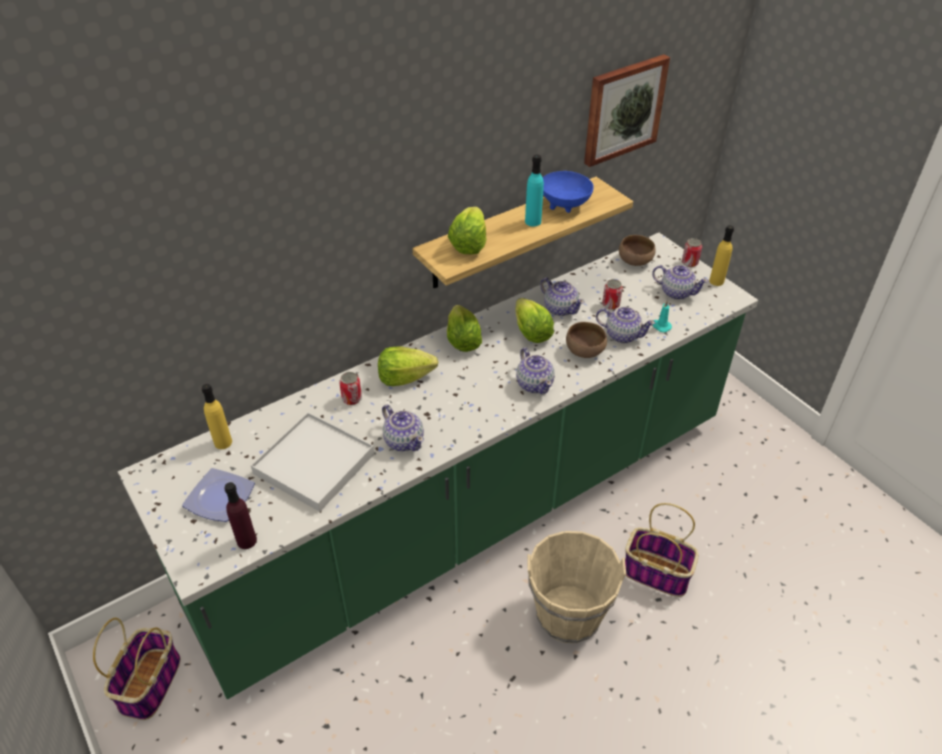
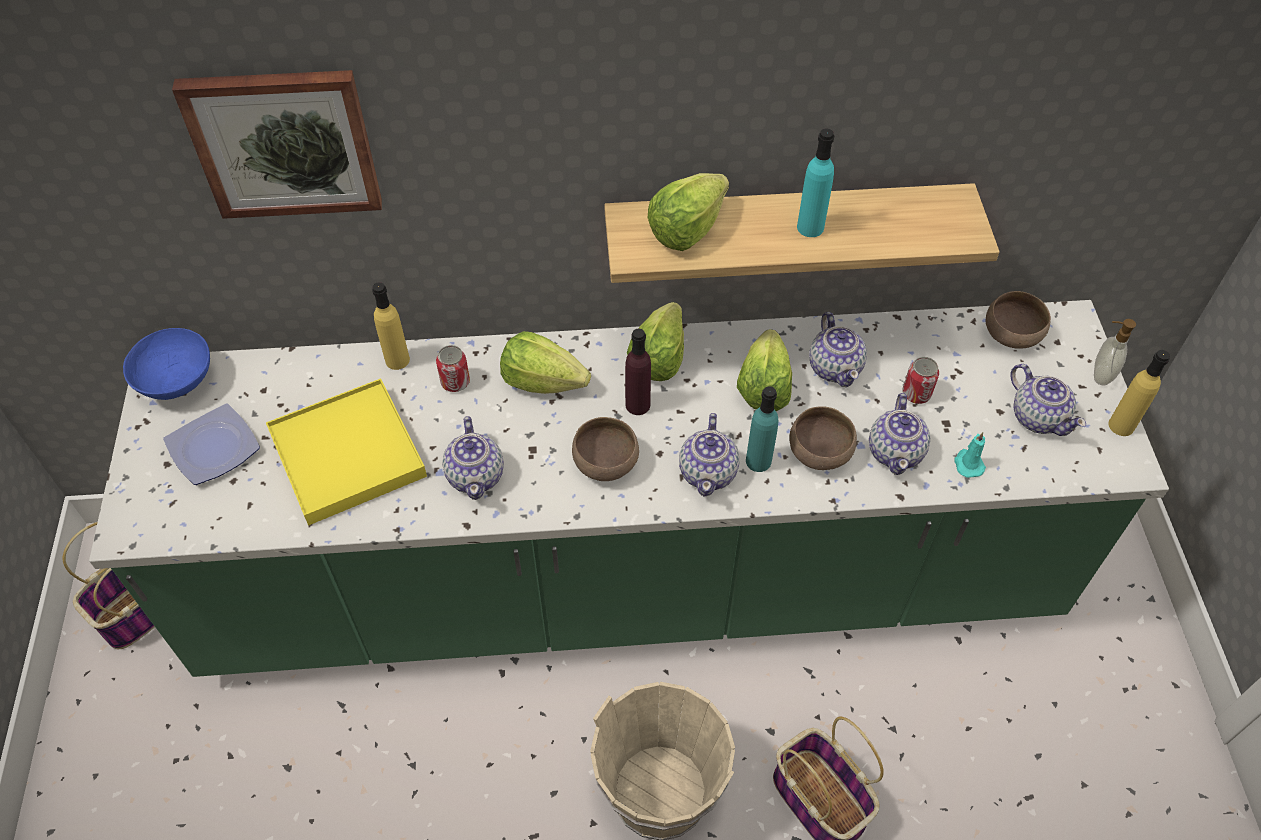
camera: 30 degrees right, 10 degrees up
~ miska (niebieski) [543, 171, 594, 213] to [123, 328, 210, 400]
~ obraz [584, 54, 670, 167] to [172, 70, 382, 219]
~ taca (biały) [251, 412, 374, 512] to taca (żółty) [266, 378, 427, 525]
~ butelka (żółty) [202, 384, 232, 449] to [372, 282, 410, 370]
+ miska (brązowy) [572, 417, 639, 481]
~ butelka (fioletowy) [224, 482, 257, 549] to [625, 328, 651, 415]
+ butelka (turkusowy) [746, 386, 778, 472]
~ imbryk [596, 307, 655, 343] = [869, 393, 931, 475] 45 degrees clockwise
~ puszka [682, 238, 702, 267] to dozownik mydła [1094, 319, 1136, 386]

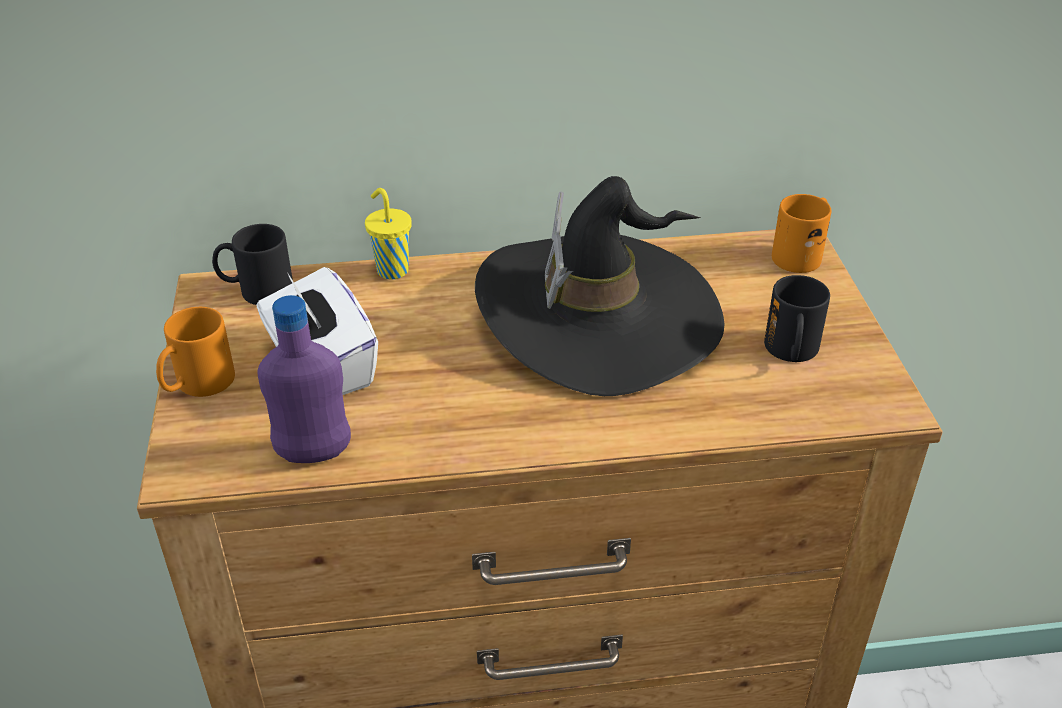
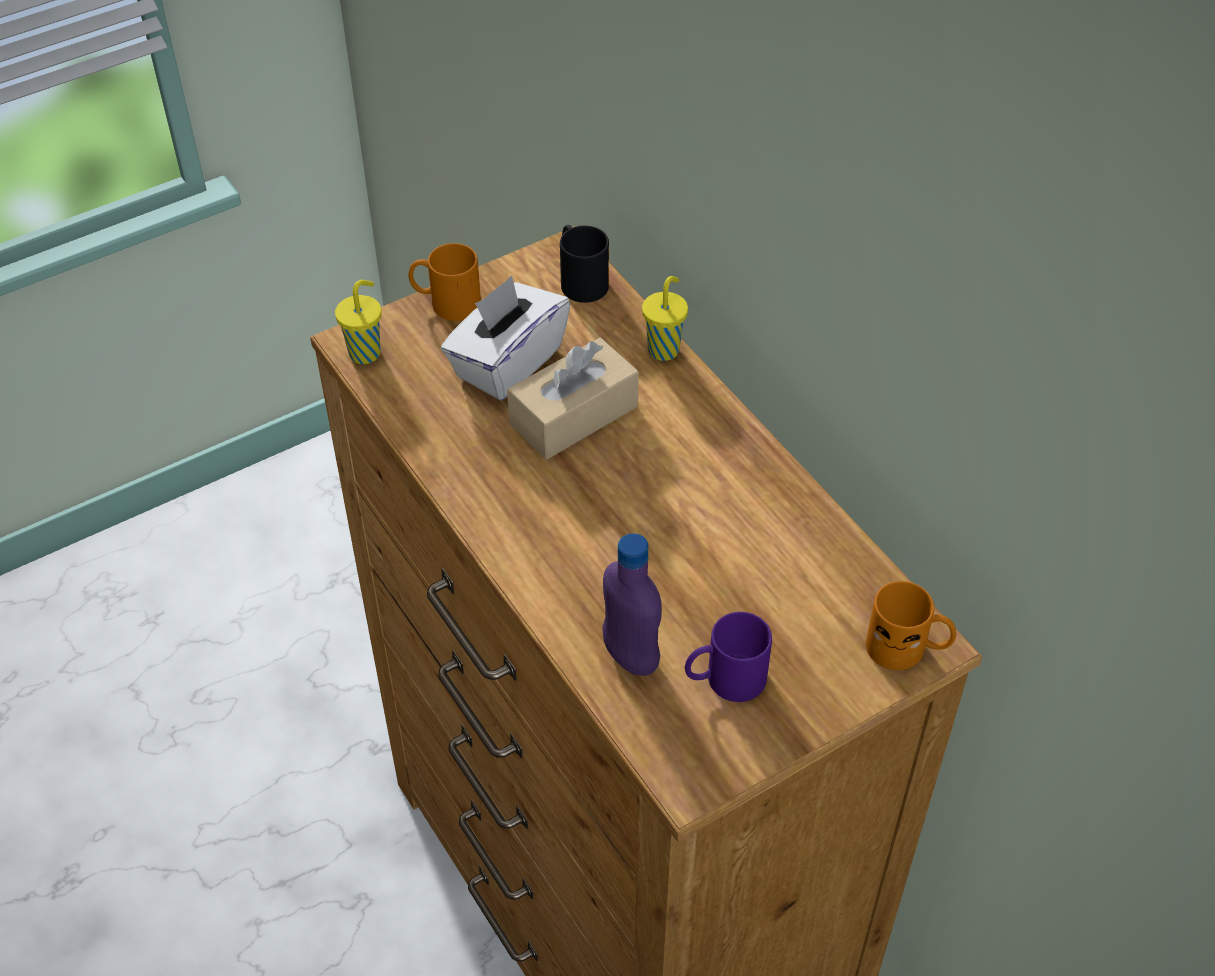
camera: 65 degrees right, 10 degrees up
+ filiżanka (żółty) [335, 280, 382, 364]
+ pudełko chusteczek (beżowy) [507, 338, 639, 460]
~ butelka (fioletowy) [257, 295, 351, 463] to [603, 533, 662, 676]
~ kubek (czarny) [764, 275, 830, 362] to kubek (fioletowy) [685, 612, 772, 702]
- kapelusz (czarny) [475, 176, 724, 396]

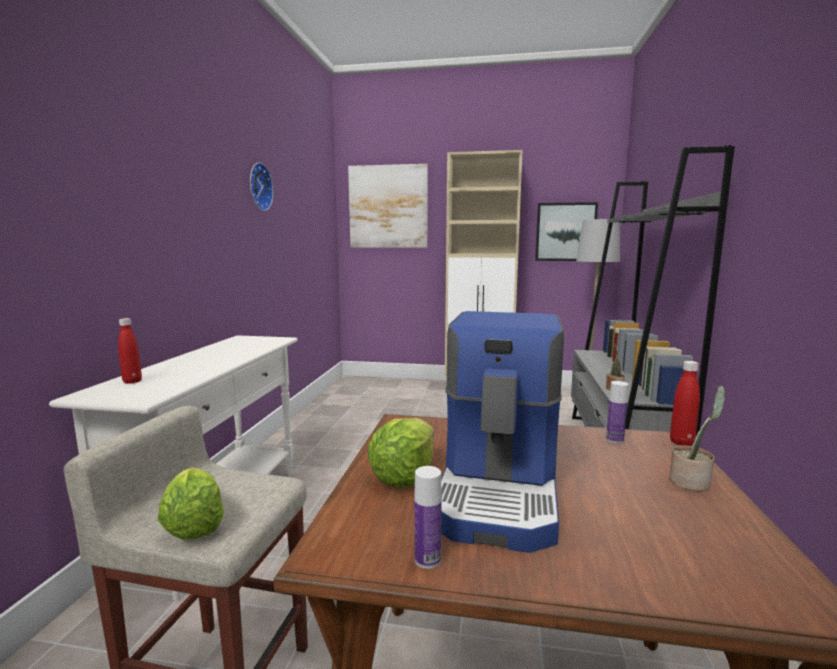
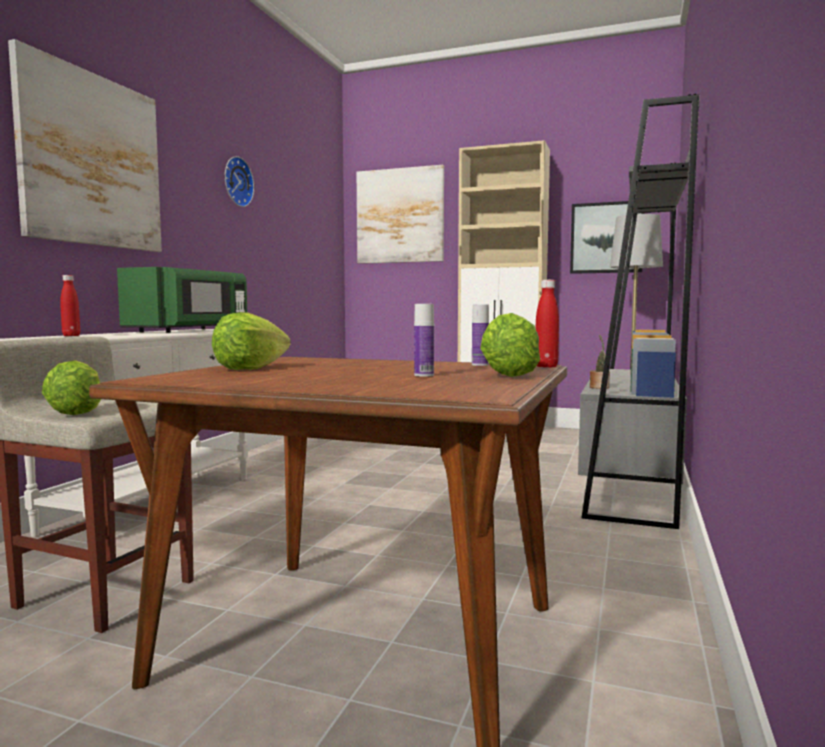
camera: 10 degrees right, 5 degrees down
+ obraz [8, 39, 162, 252]
+ mikrofalówka (zielony) [117, 267, 247, 333]
~ butelka [414, 466, 442, 569] to [414, 304, 434, 377]
~ roślina doniczkowa [669, 385, 725, 491] to sałata [480, 313, 540, 377]
- ekspres do kawy [441, 311, 564, 553]

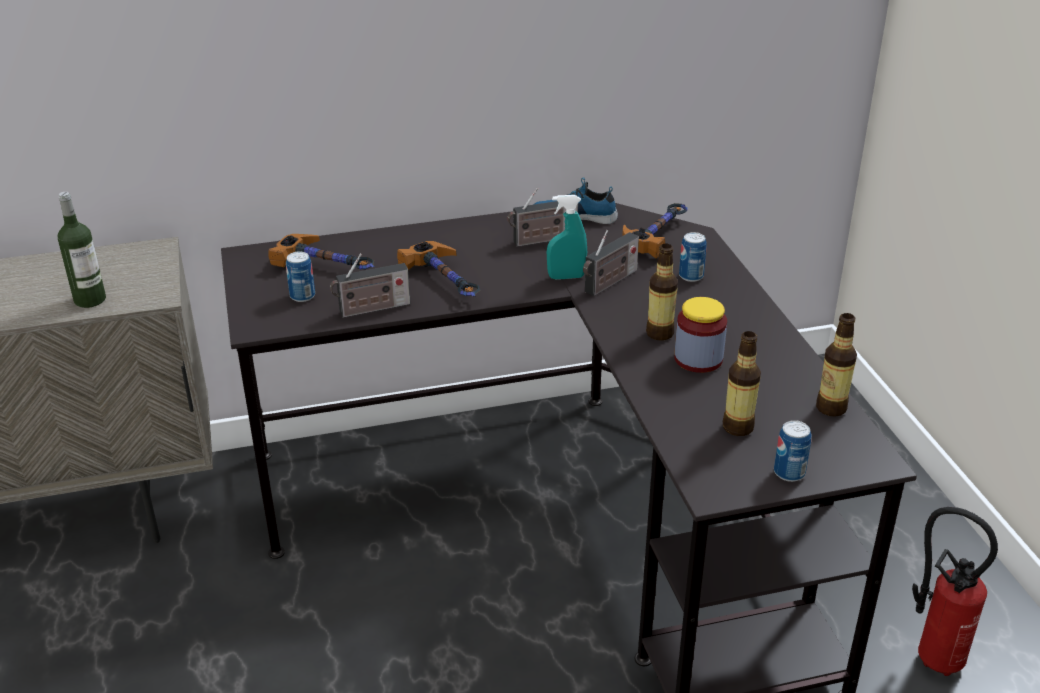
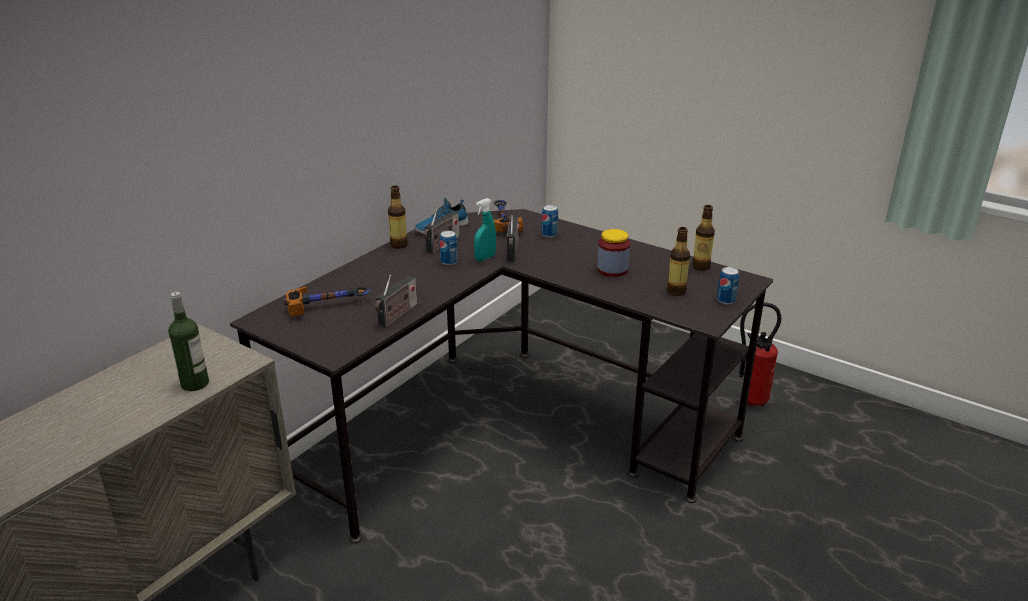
camera: 40 degrees left, 5 degrees down
~ butelka [646, 244, 678, 341] to [388, 186, 408, 249]
~ puszka [286, 251, 315, 302] to [440, 231, 458, 265]
- młotek [397, 241, 480, 297]

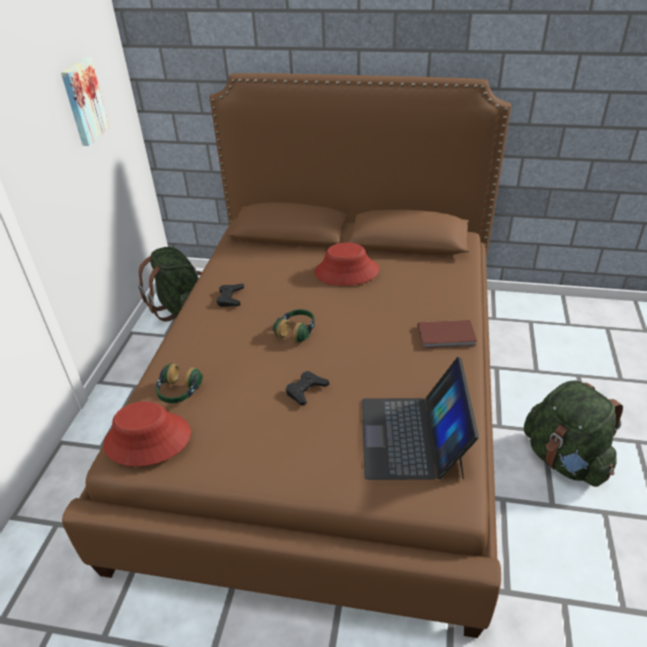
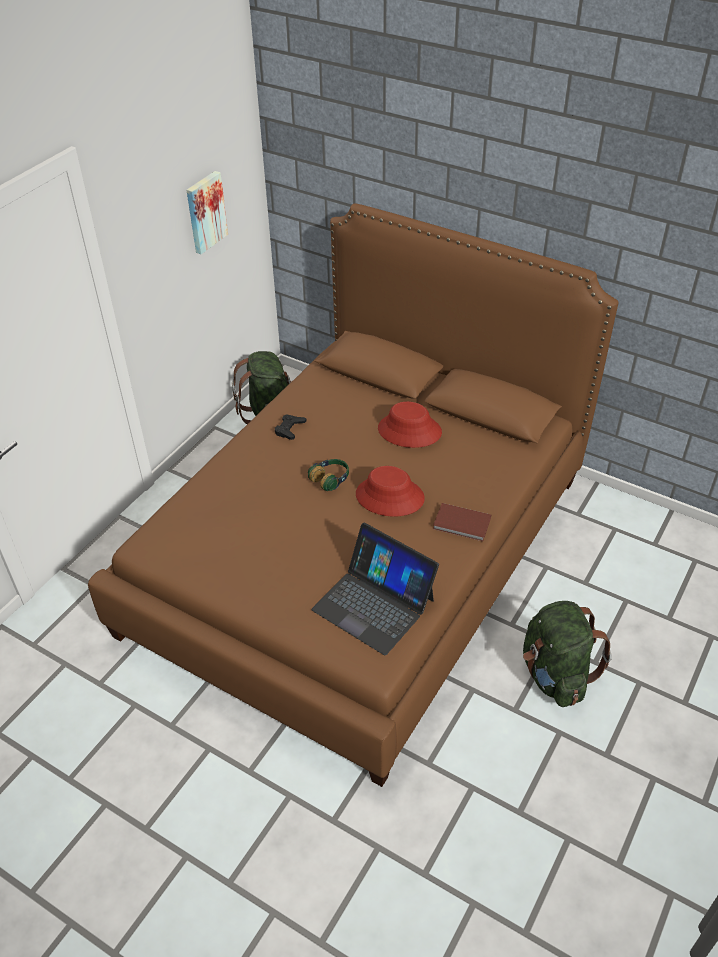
camera: 20 degrees right, 5 degrees up
~ laptop [362, 357, 479, 480] = [312, 523, 439, 655] 75 degrees counterclockwise
~ kapelusz (czerwony) [103, 401, 191, 466] to [356, 466, 425, 517]
- słuchawki [156, 363, 203, 403]
- pad do gier (czarny) [286, 371, 329, 406]

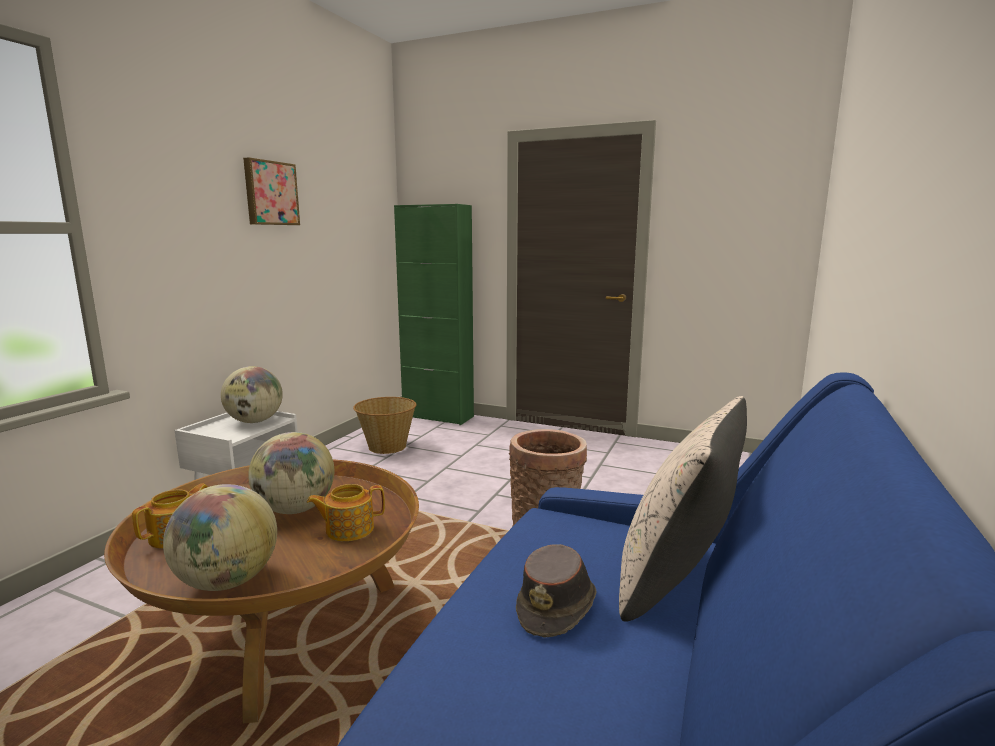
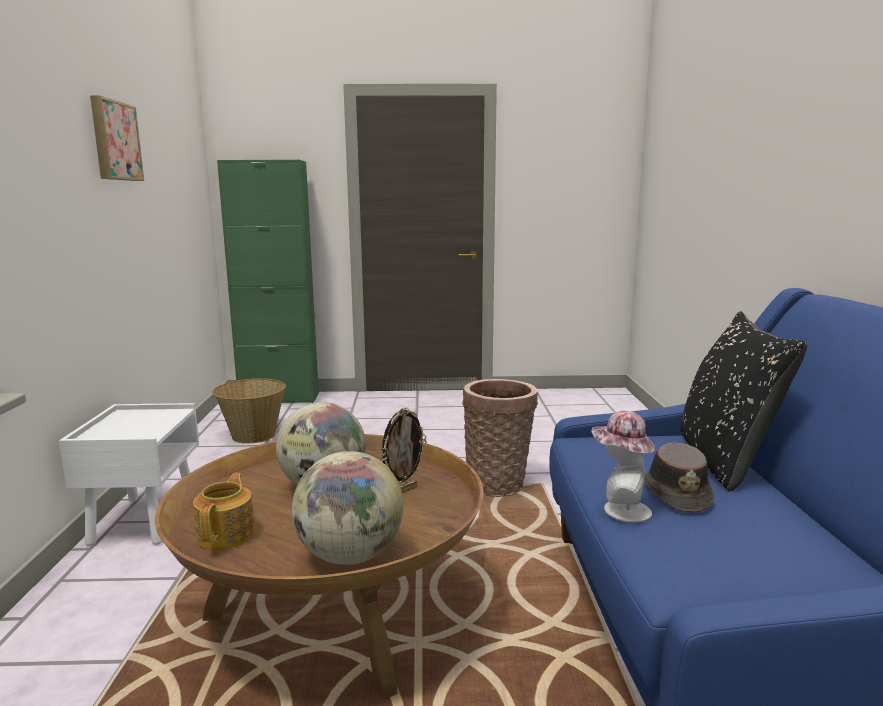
camera: 25 degrees left, 0 degrees up
~ imbryk [307, 484, 385, 541] to ramka na zdjęcie [381, 407, 427, 493]
+ kapelusz [592, 410, 655, 523]
~ poduszka (beżowy) [619, 396, 747, 621] to poduszka (czarny) [681, 311, 807, 492]
- globus [221, 366, 283, 423]

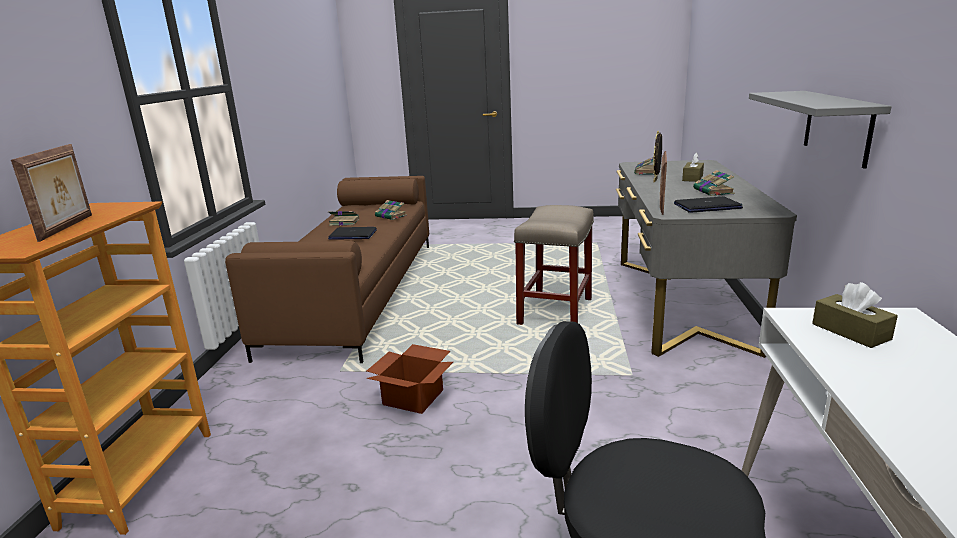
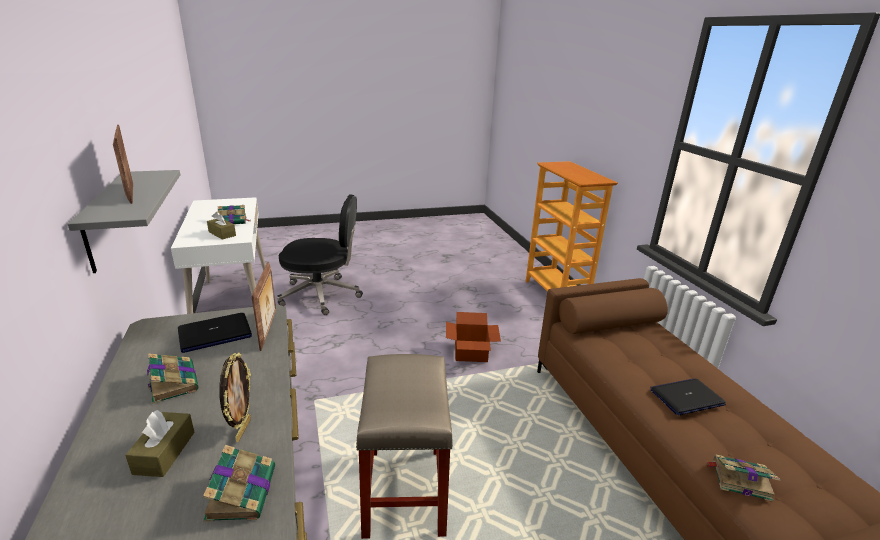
camera: 155 degrees right, 5 degrees up
~ ramka na zdjęcie [11, 144, 92, 242] to [113, 125, 133, 204]
~ książka [328, 211, 359, 226] to [218, 205, 249, 224]

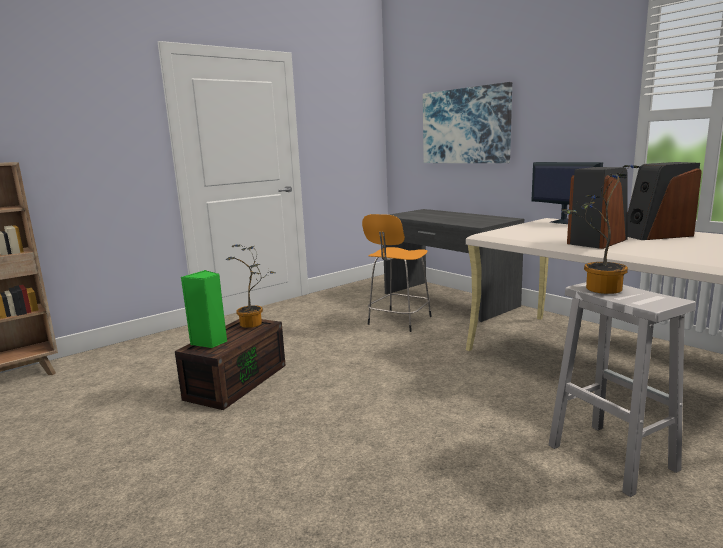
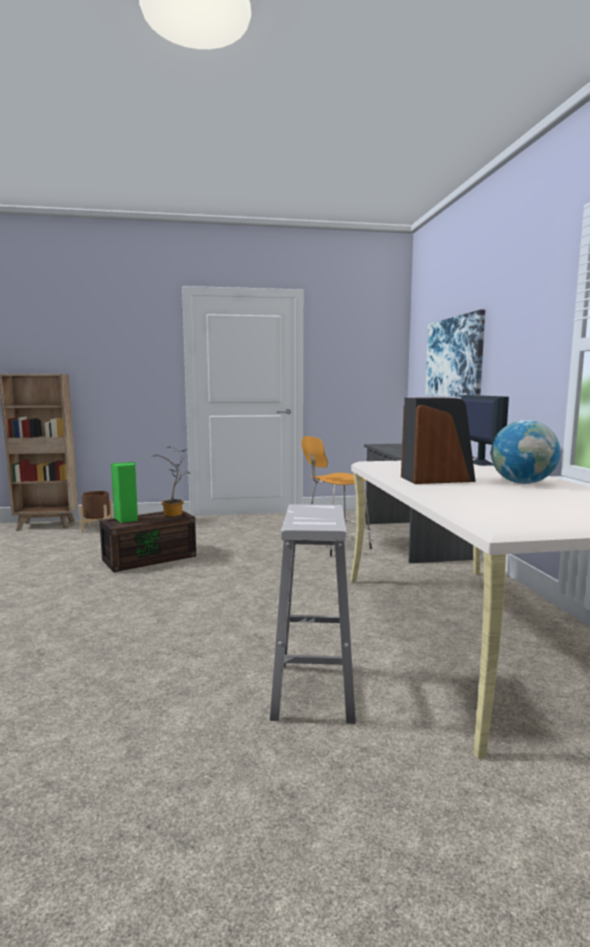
camera: 30 degrees right, 5 degrees down
+ donica (brązowy) [79, 491, 113, 533]
~ głośnik [628, 162, 702, 240] to globus [491, 420, 561, 484]
- roślina doniczkowa [561, 165, 640, 294]

